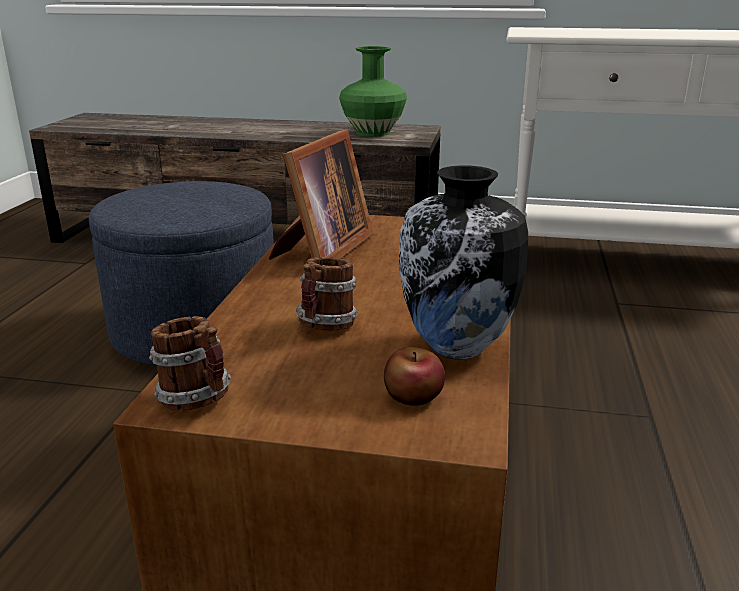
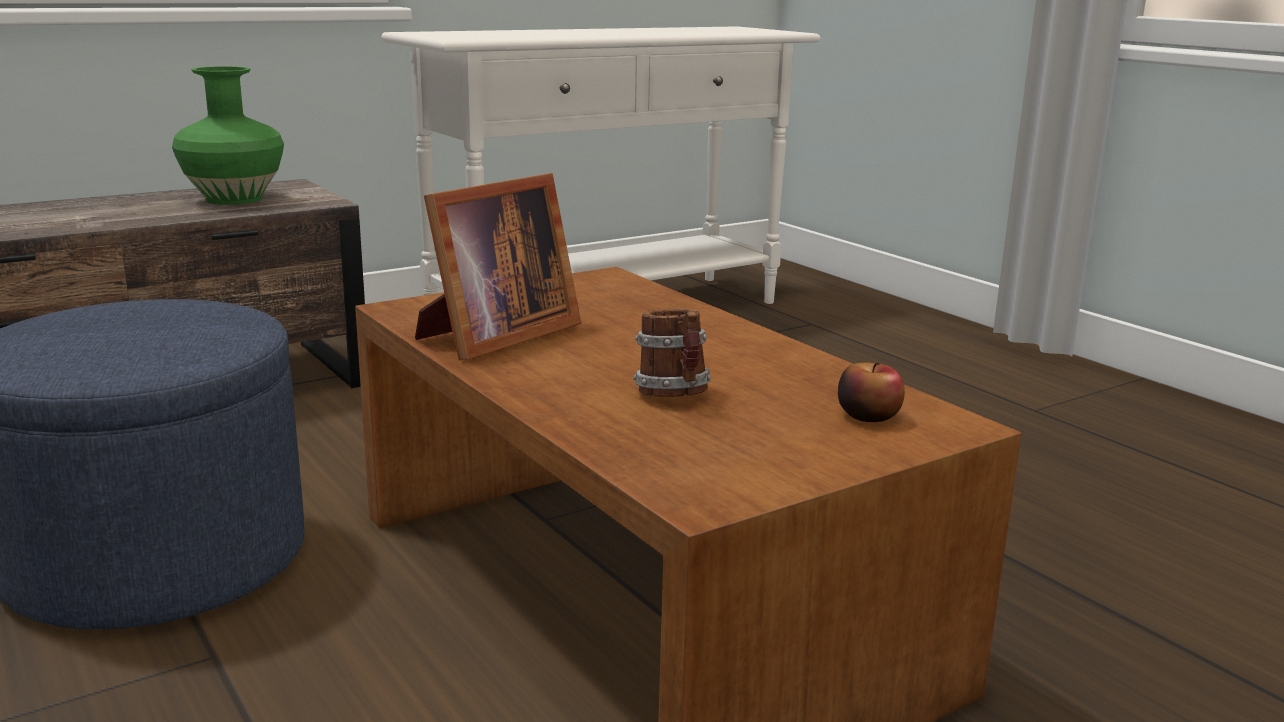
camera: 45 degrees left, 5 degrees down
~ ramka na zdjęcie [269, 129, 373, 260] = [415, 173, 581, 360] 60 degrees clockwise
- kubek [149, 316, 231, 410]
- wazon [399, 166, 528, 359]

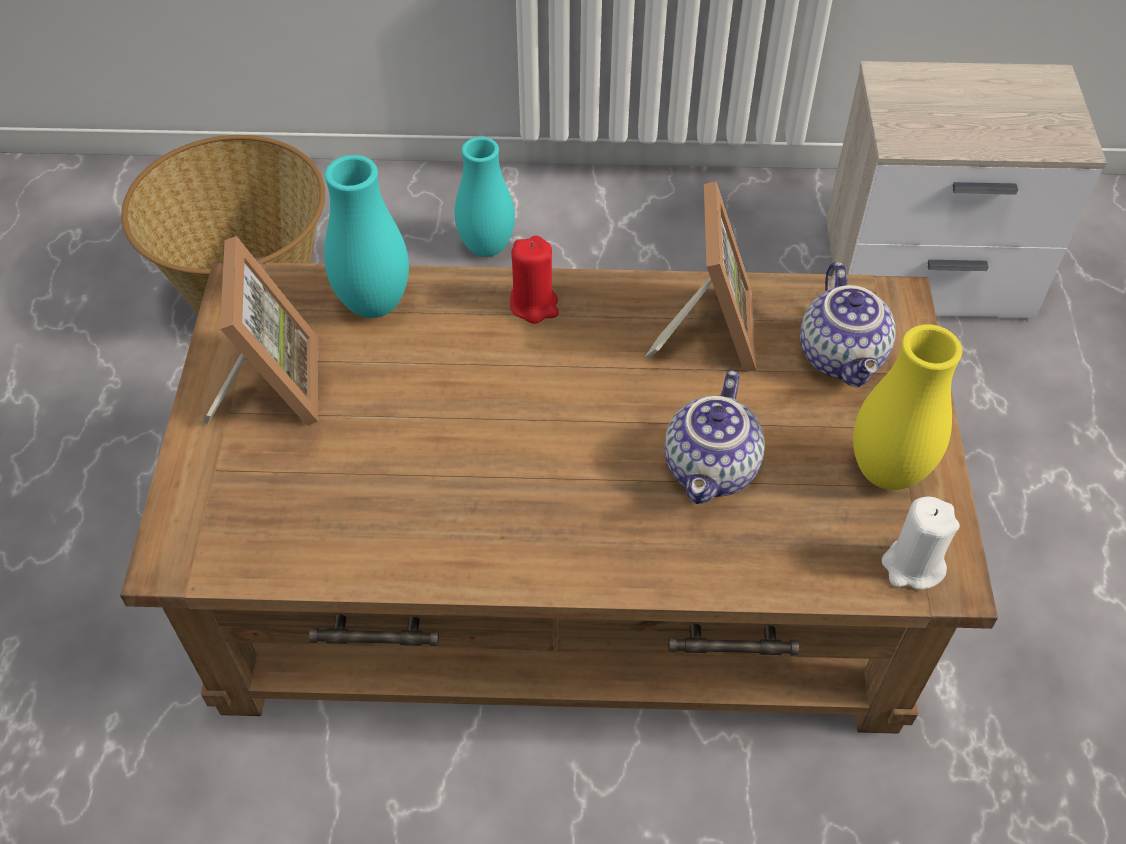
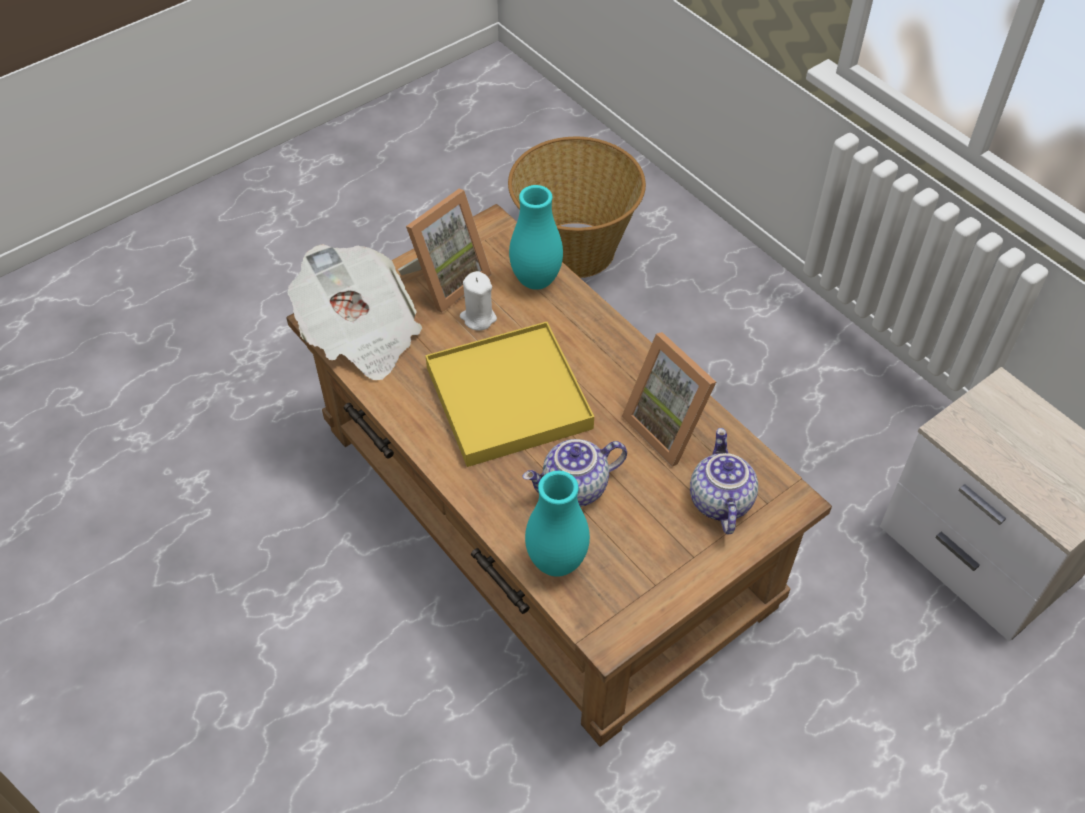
camera: 50 degrees right, 0 degrees up
+ gazeta [288, 244, 422, 380]
+ taca (żółty) [425, 322, 594, 467]
~ świeca (biały) [882, 497, 960, 590] to [460, 271, 497, 331]
~ wazon (turkusowy) [455, 137, 515, 257] to [525, 471, 590, 577]
~ ramka na zdjęcie [645, 181, 756, 372] = [622, 332, 716, 467] 90 degrees clockwise
~ imbryk [800, 262, 896, 387] = [690, 428, 758, 535] 135 degrees clockwise
- świeca (czerwony) [510, 236, 559, 324]
- wazon (żółty) [853, 324, 962, 490]

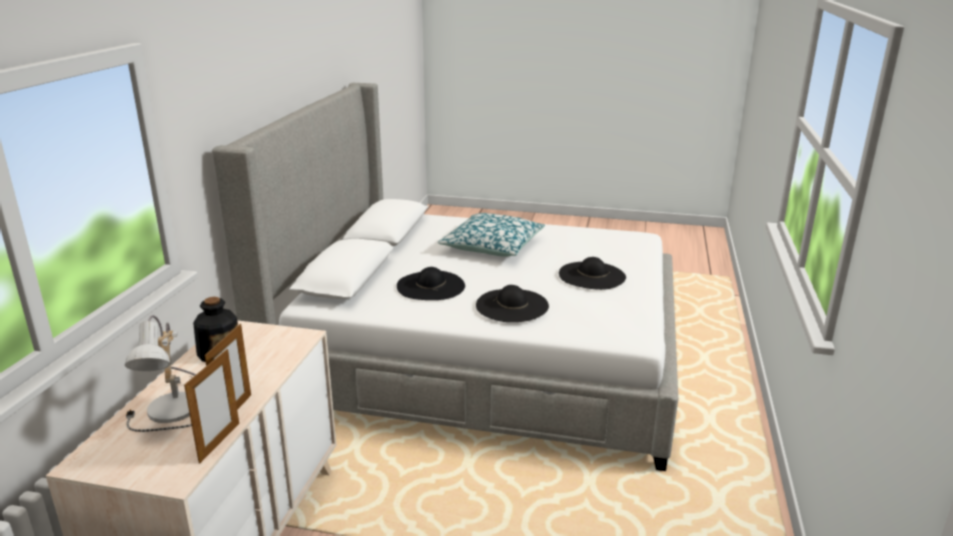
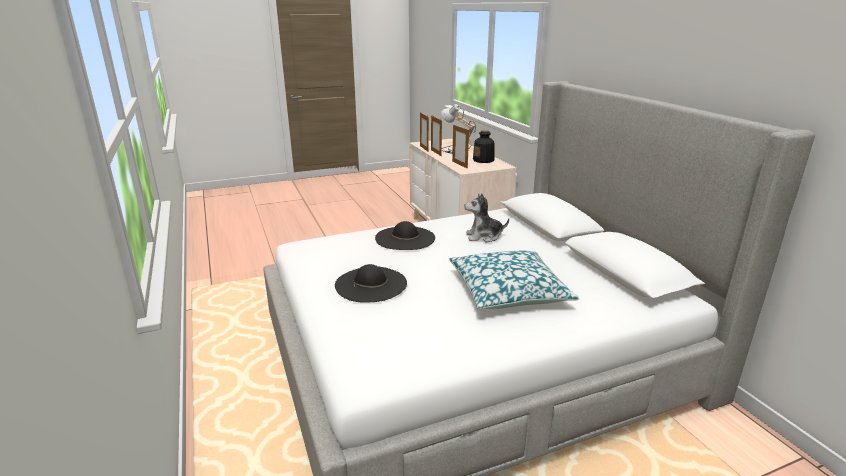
camera: 145 degrees right, 0 degrees up
+ ramka na zdjęcie [452, 124, 469, 169]
~ kapelusz (czarny) [397, 267, 465, 300] to pluszak [464, 193, 509, 242]

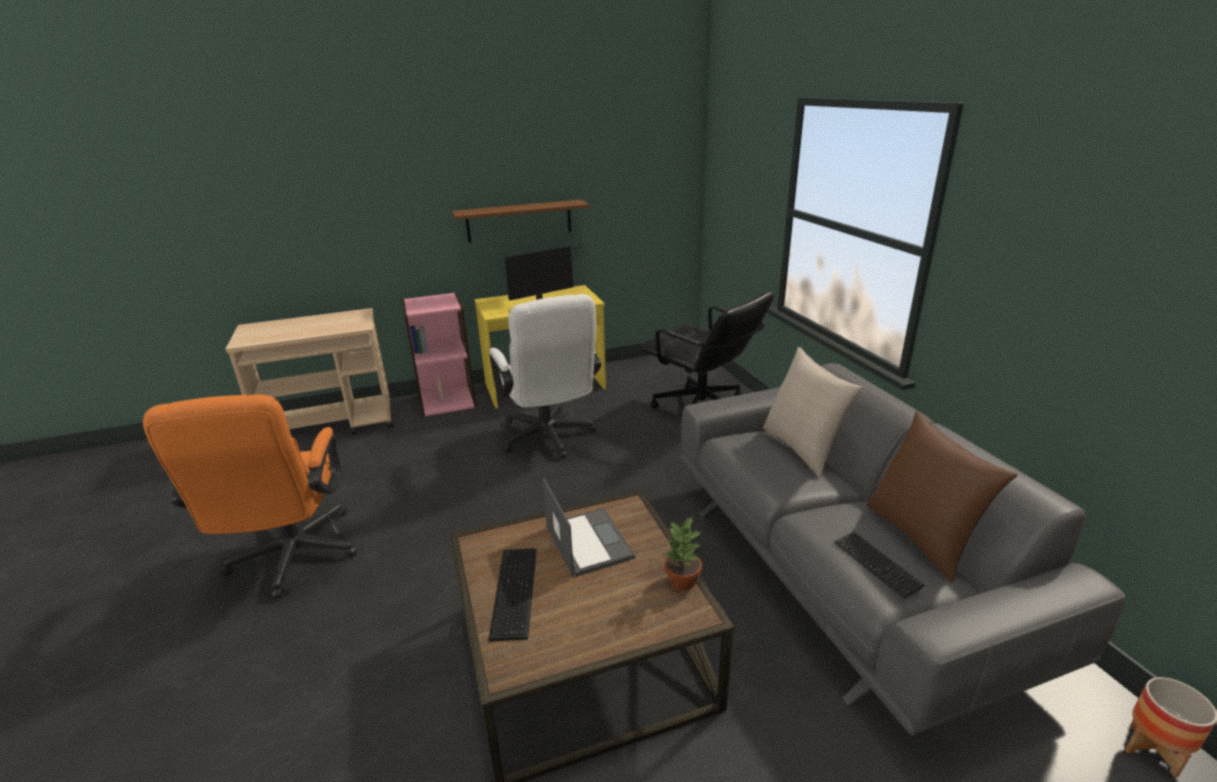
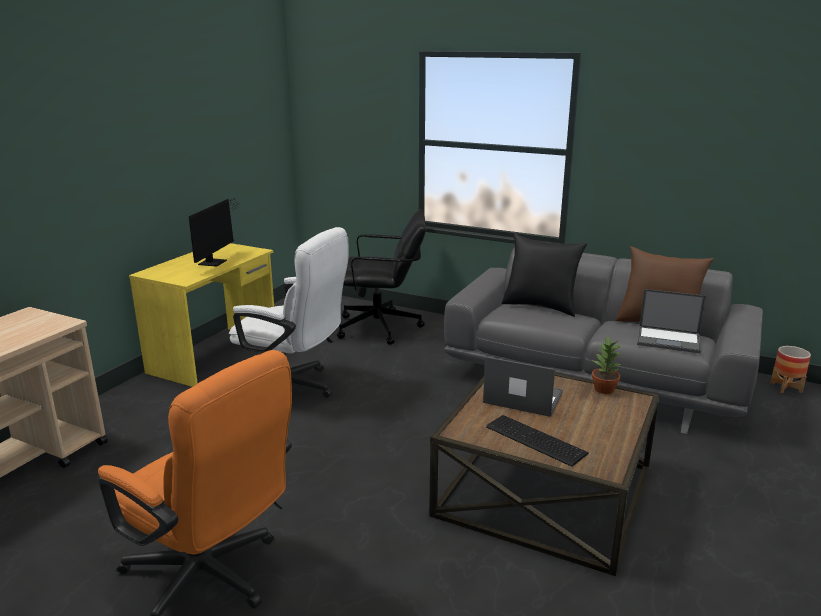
camera: 45 degrees left, 5 degrees down
~ poduszka (beżowy) [763, 347, 863, 478] to poduszka (czarny) [502, 233, 587, 317]
~ klawiatura [834, 532, 925, 599] to laptop [637, 289, 706, 353]
- regał (różowy) [402, 292, 477, 417]
- półka (brązowy) [452, 200, 589, 243]

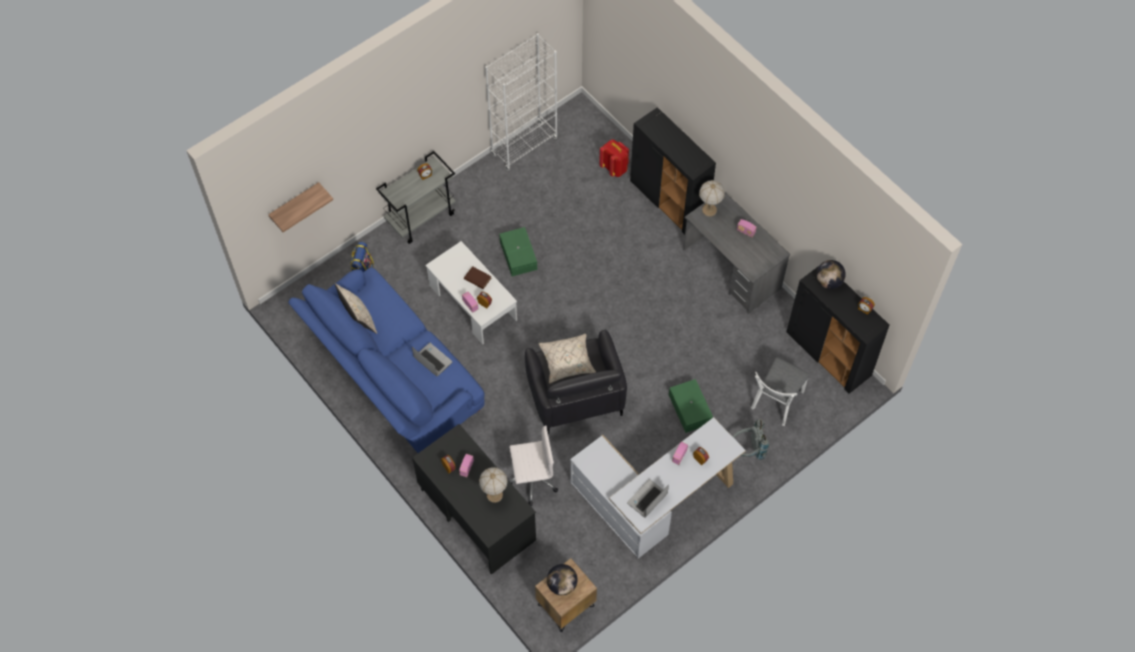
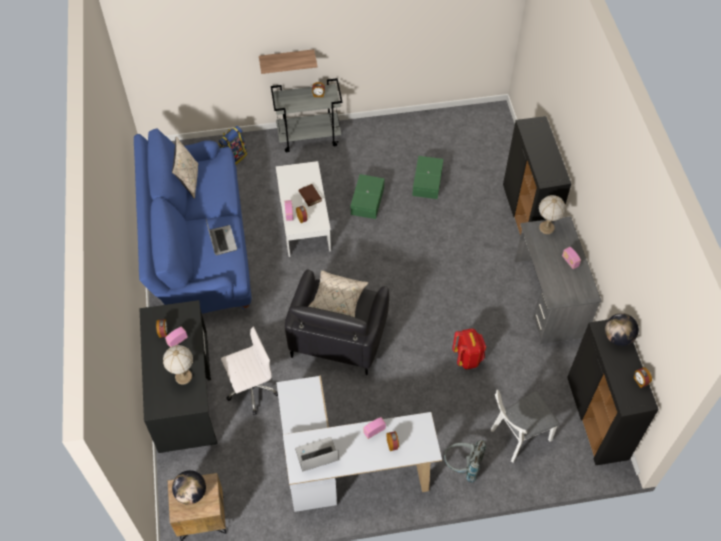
camera: 30 degrees right, 5 degrees down
~ krzesło biurowe (biały) [509, 425, 558, 506] = [221, 326, 278, 415] 45 degrees counterclockwise
~ półka [268, 182, 333, 232] to [259, 49, 317, 74]
~ pojemnik do przechowywania (zielony) [669, 379, 713, 433] to [412, 156, 443, 199]
~ plecak (czerwony) [599, 139, 629, 177] to [452, 328, 486, 369]
- regał (biały) [485, 33, 558, 171]

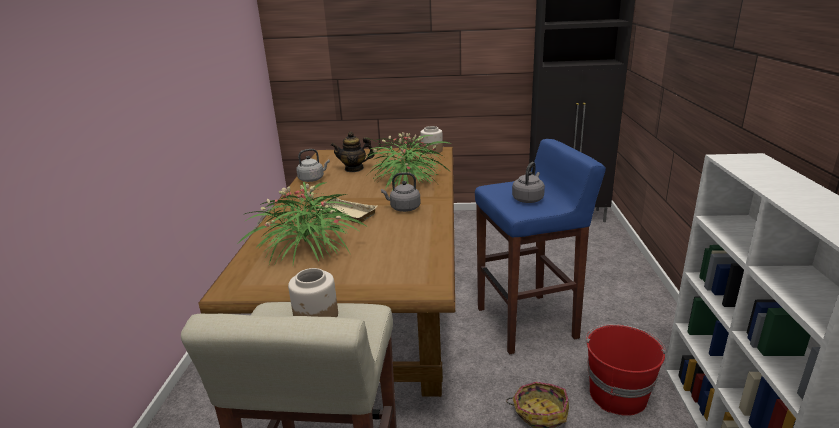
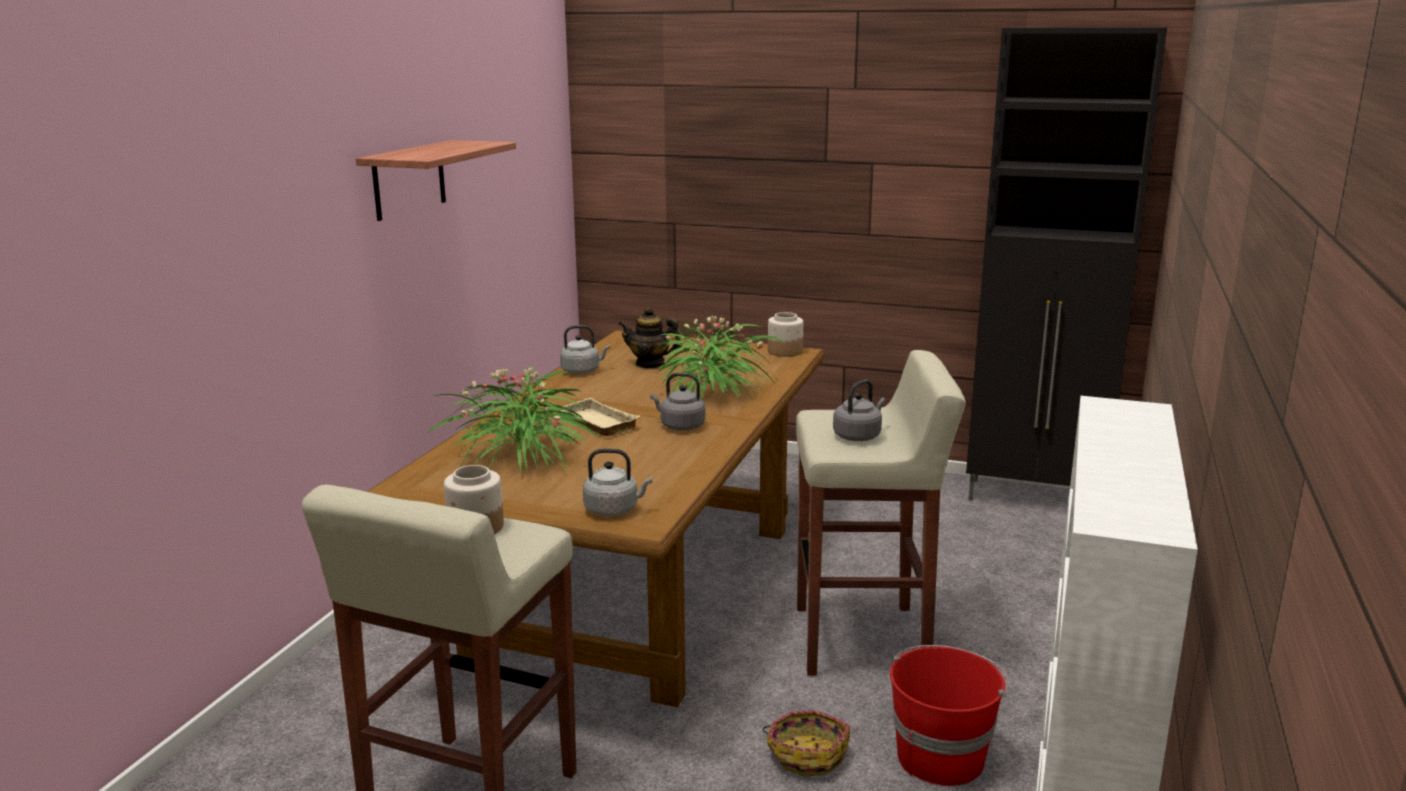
camera: 15 degrees right, 5 degrees down
+ półka [356, 140, 516, 221]
+ czajnik (szary) [583, 449, 652, 516]
~ stołek (niebieski) [475, 139, 606, 354] to stołek (beżowy) [796, 350, 966, 676]

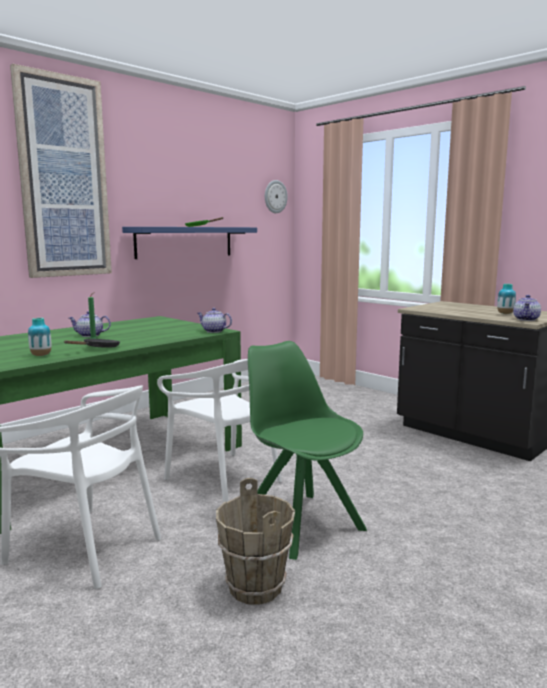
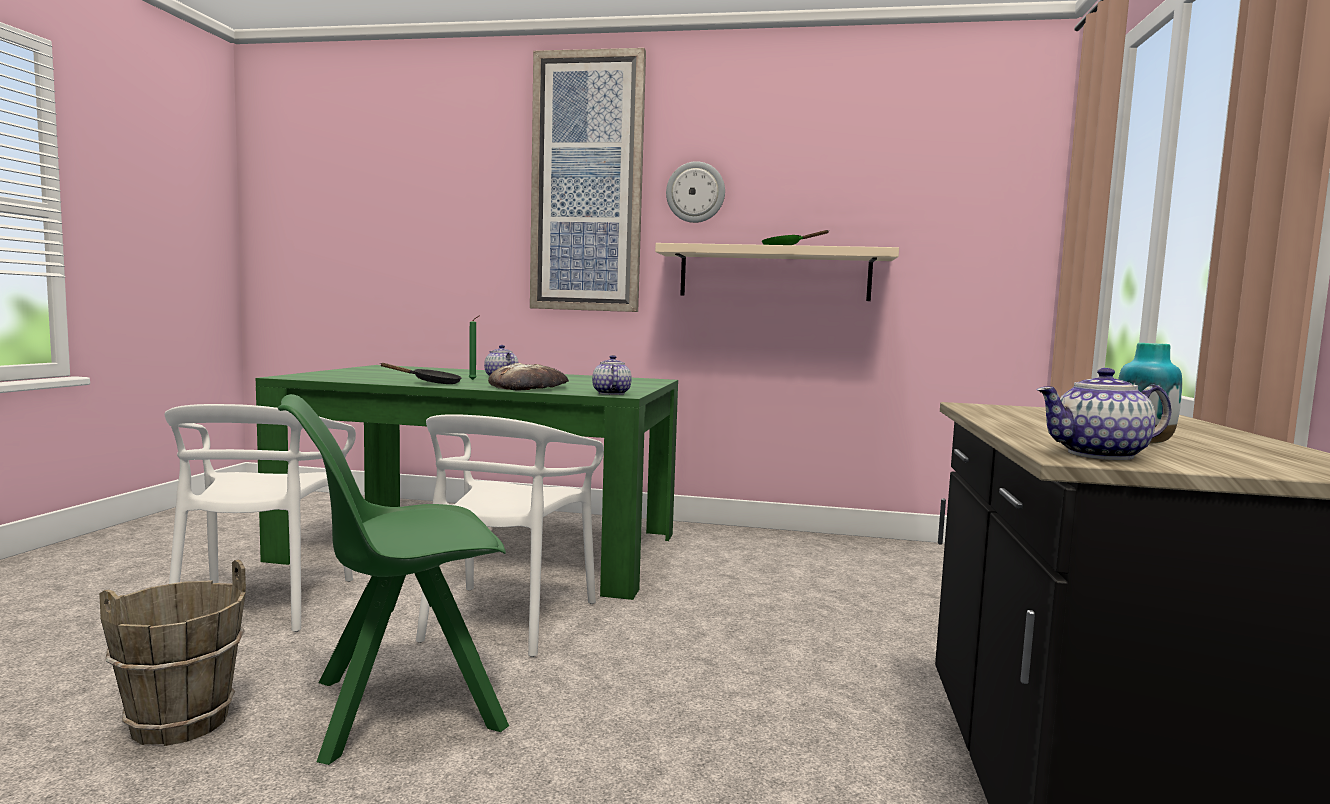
camera: 55 degrees right, 5 degrees down
~ krzesło (zielony) [248, 341, 367, 560] = [278, 394, 509, 765] 135 degrees counterclockwise
+ chleb [488, 363, 569, 390]
~ półka (niebieski) [122, 227, 257, 259] to półka (beżowy) [655, 243, 899, 301]
~ zegar ścienny [265, 180, 288, 213] to [666, 161, 725, 223]
- wazon [28, 318, 51, 356]

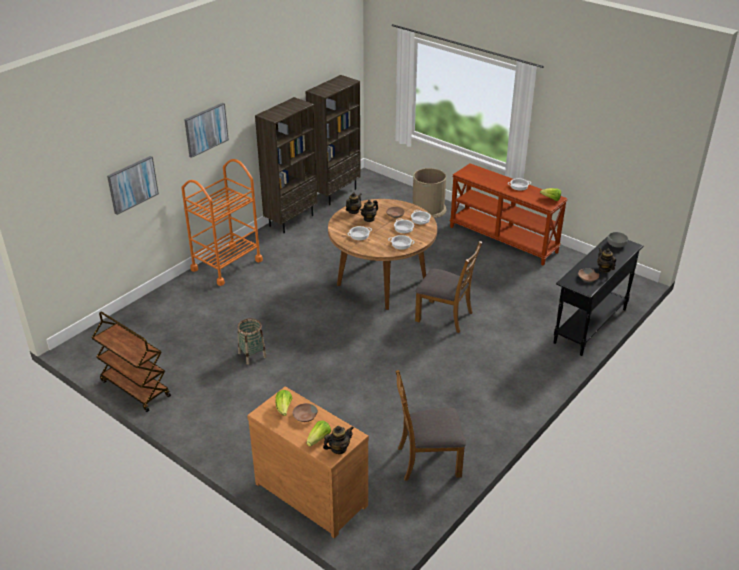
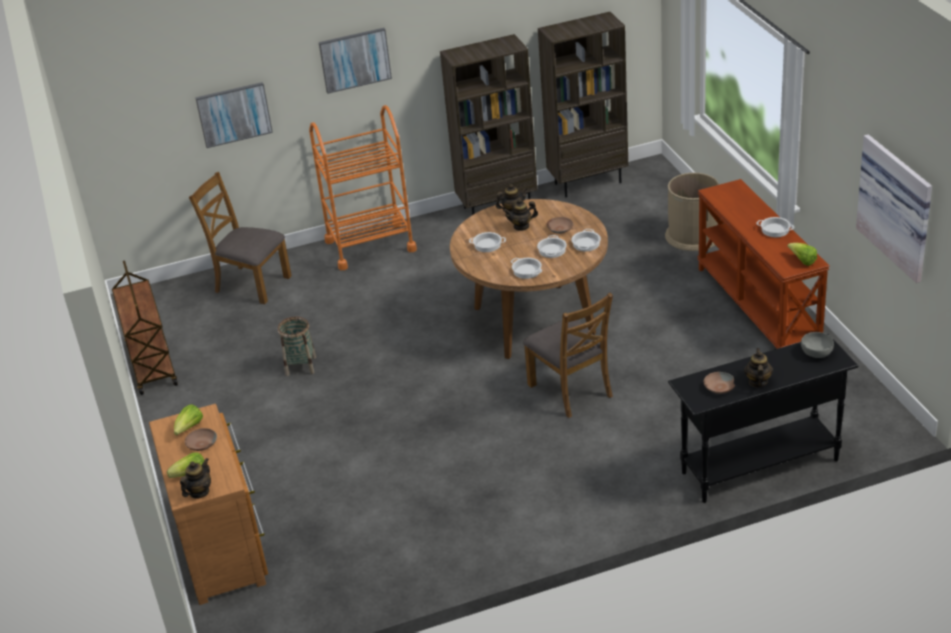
camera: 35 degrees right, 0 degrees up
~ imbryk [323, 426, 354, 454] = [180, 458, 211, 498] 60 degrees counterclockwise
~ krzesło (brązowy) [396, 370, 466, 481] to [189, 172, 292, 304]
+ obraz [856, 134, 932, 283]

